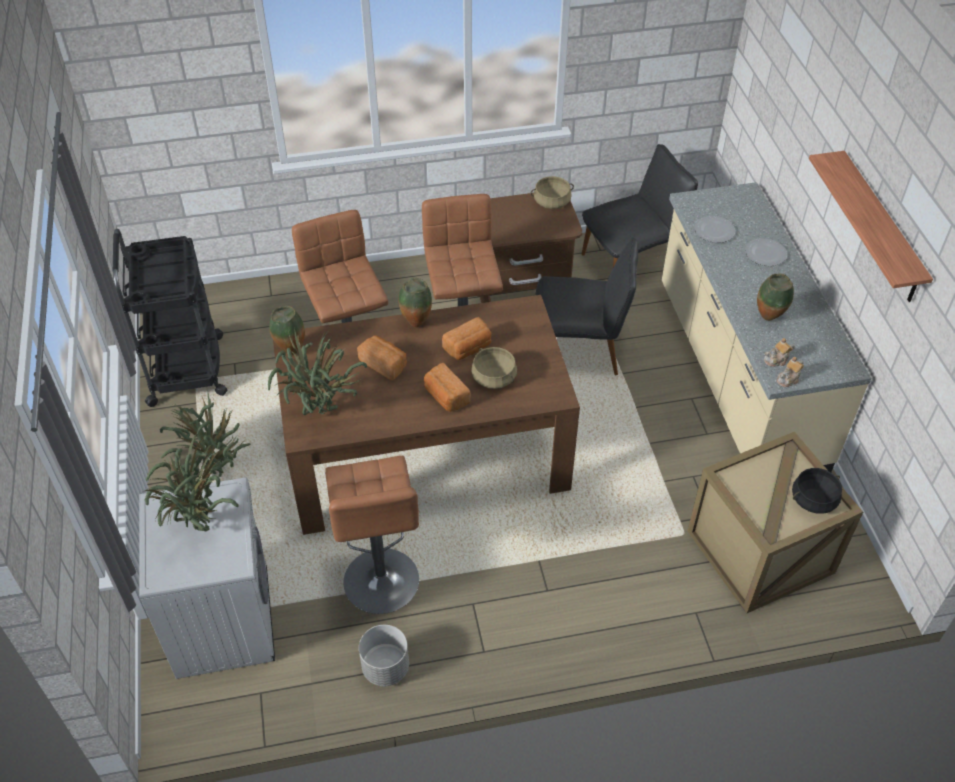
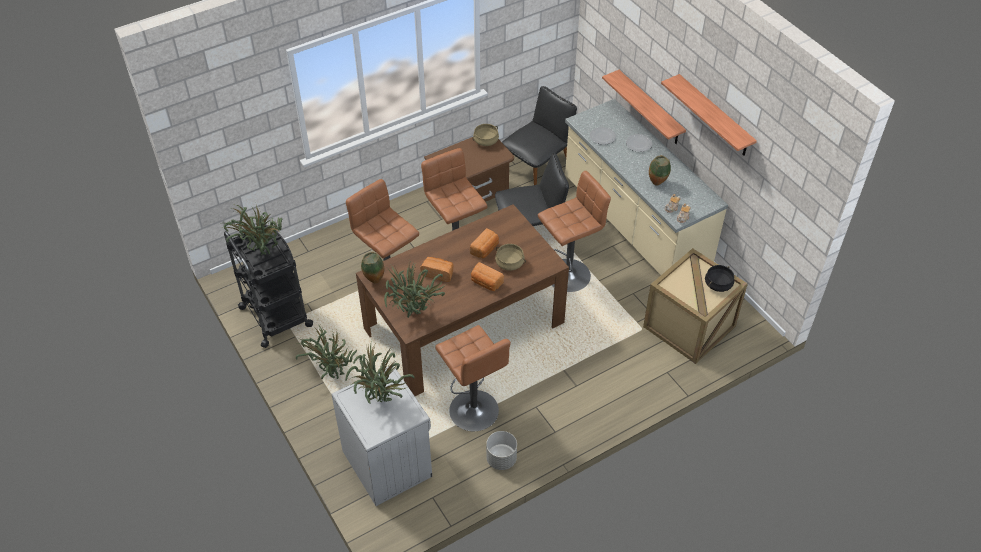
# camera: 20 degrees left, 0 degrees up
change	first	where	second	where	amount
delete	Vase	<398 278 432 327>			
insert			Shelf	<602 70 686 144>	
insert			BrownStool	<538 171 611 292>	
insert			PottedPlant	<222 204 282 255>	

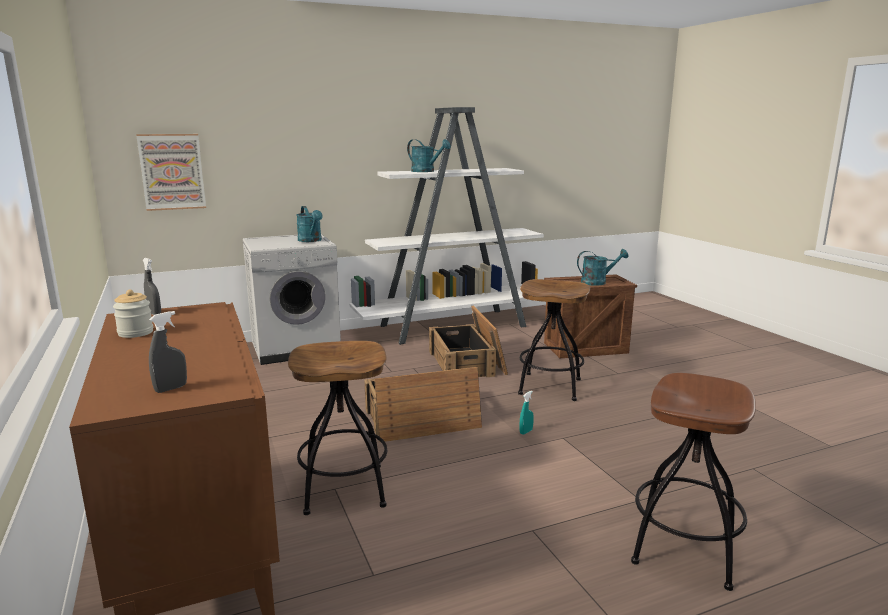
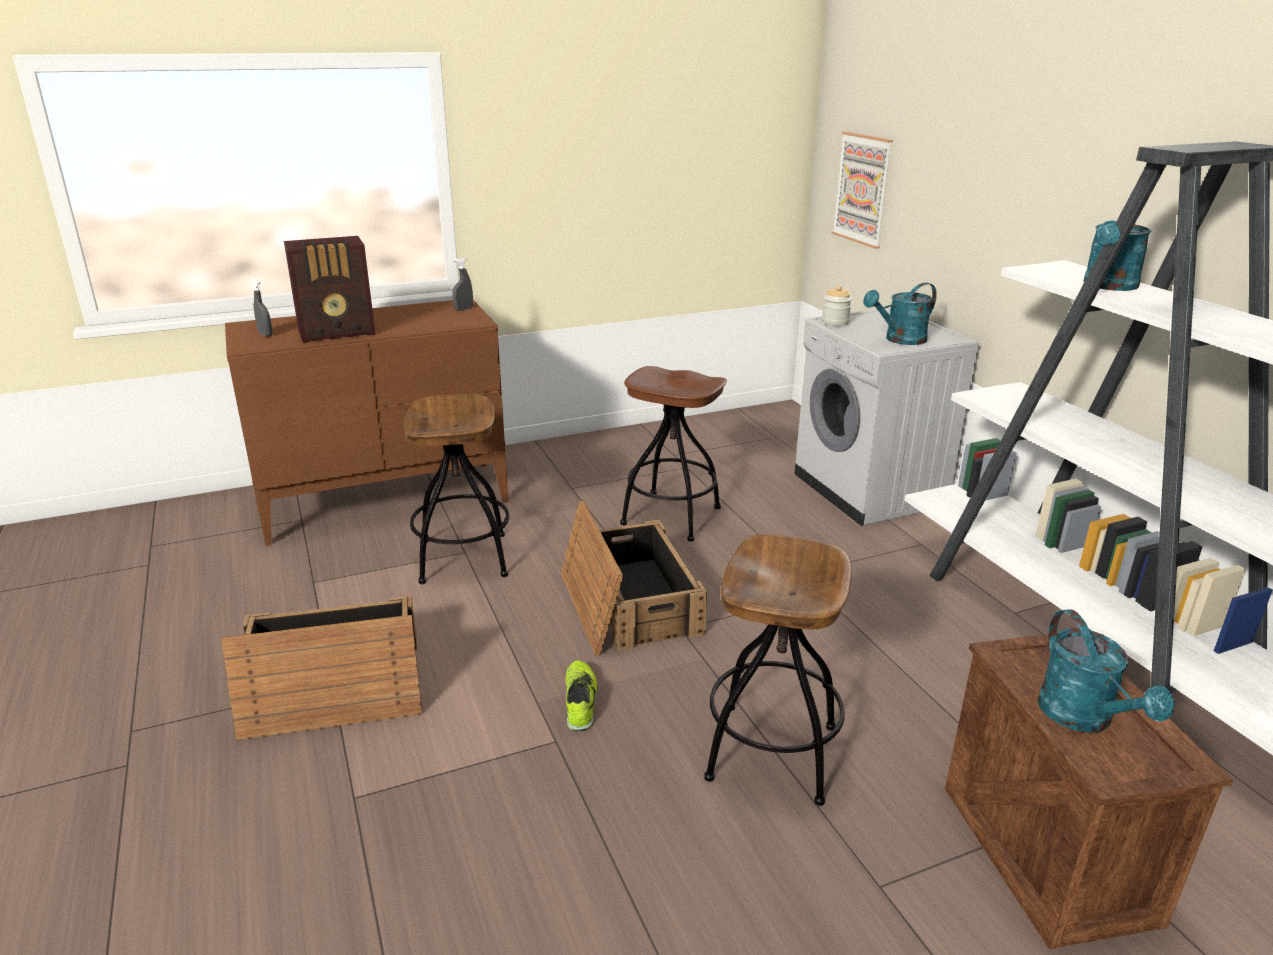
# camera: 90 degrees right, 10 degrees up
change	first	where	second	where	amount
move	Jar	<113 290 153 338>		<822 286 852 326>	
move	Crate	<429 305 508 377>		<221 596 422 740>	
move	BrownStool	<631 373 756 591>		<620 366 727 542>	
replace	TurquoiseSprayBottle	<520 391 534 435>	Shoe	<565 660 597 731>	
insert			Radio	<284 236 375 343>	

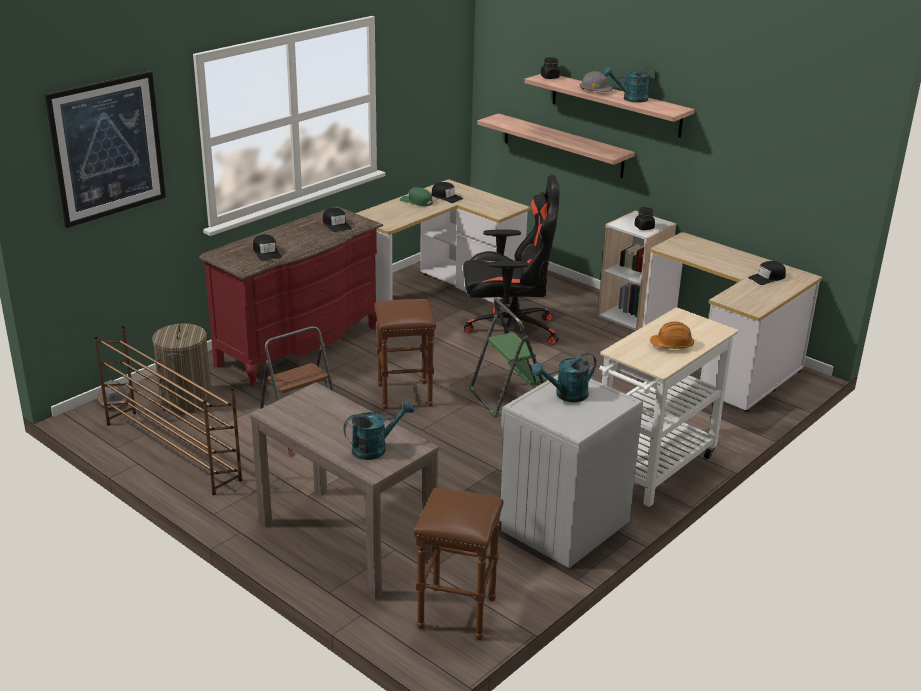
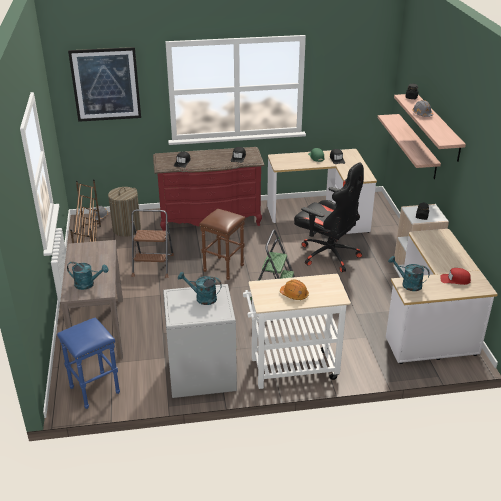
# camera: 40 degrees right, 5 degrees up
change	first	where	second	where	amount
move	TurquoiseWateringCan	<604 66 656 103>		<388 256 430 291>	
recolor	BlackCap	<748 261 786 285>	RedCap	<440 268 471 285>	
recolor	BrownStool	<414 488 503 640>	BlueStool	<57 318 120 409>	

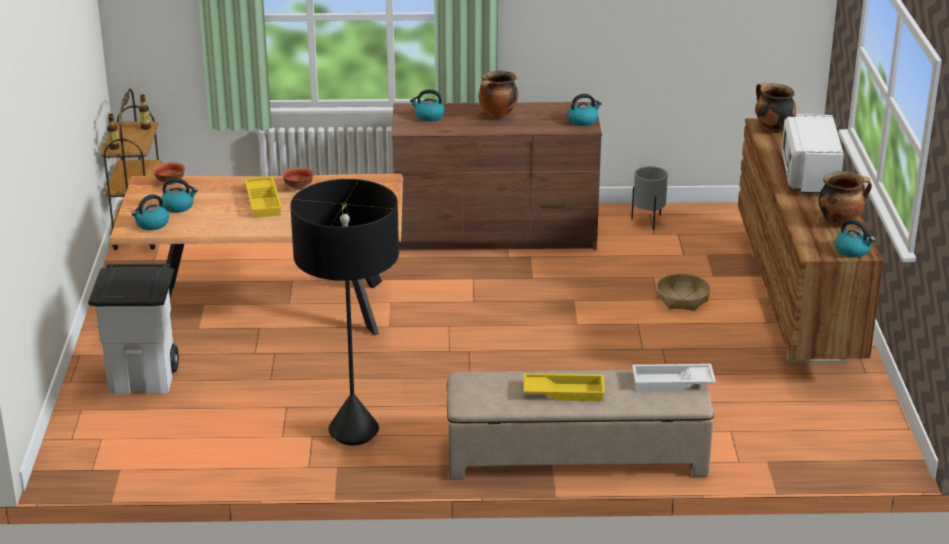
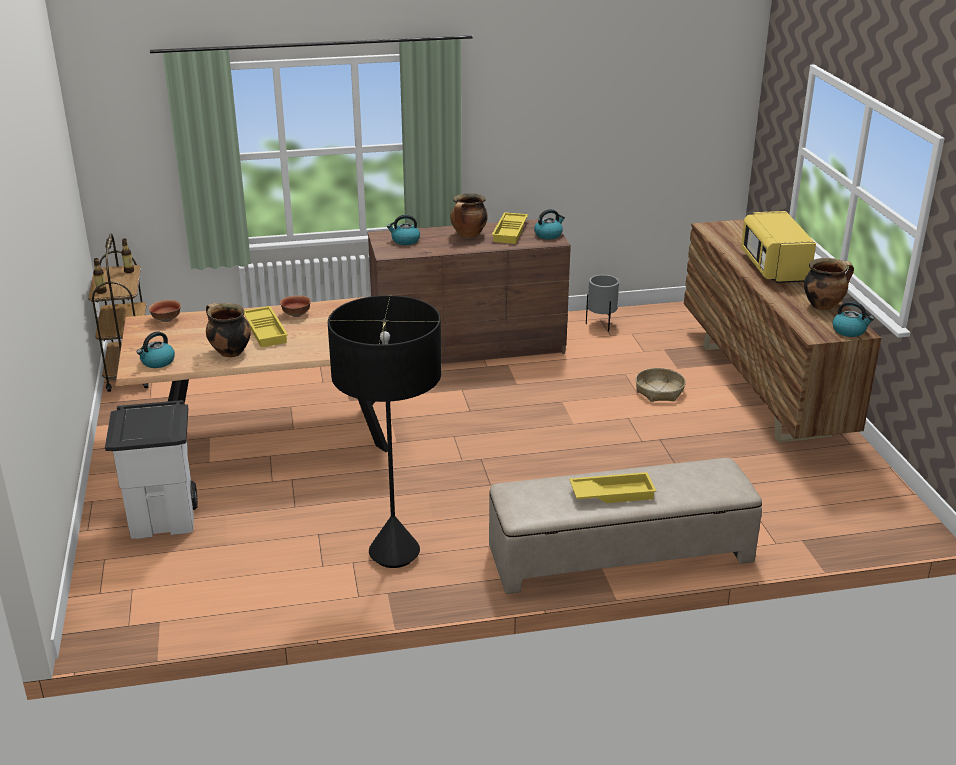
# camera: 10 degrees left, 0 degrees up
change	first	where	second	where	amount
move	CookingPot	<755 83 796 133>		<206 303 251 357>	
recolor	WhiteMicrowave	<781 114 844 194>	YellowMicrowave	<741 211 816 283>	
delete	Kettle	<161 178 198 213>			
delete	WhiteTray	<632 364 716 391>			
insert			YellowTray	<492 212 528 244>	

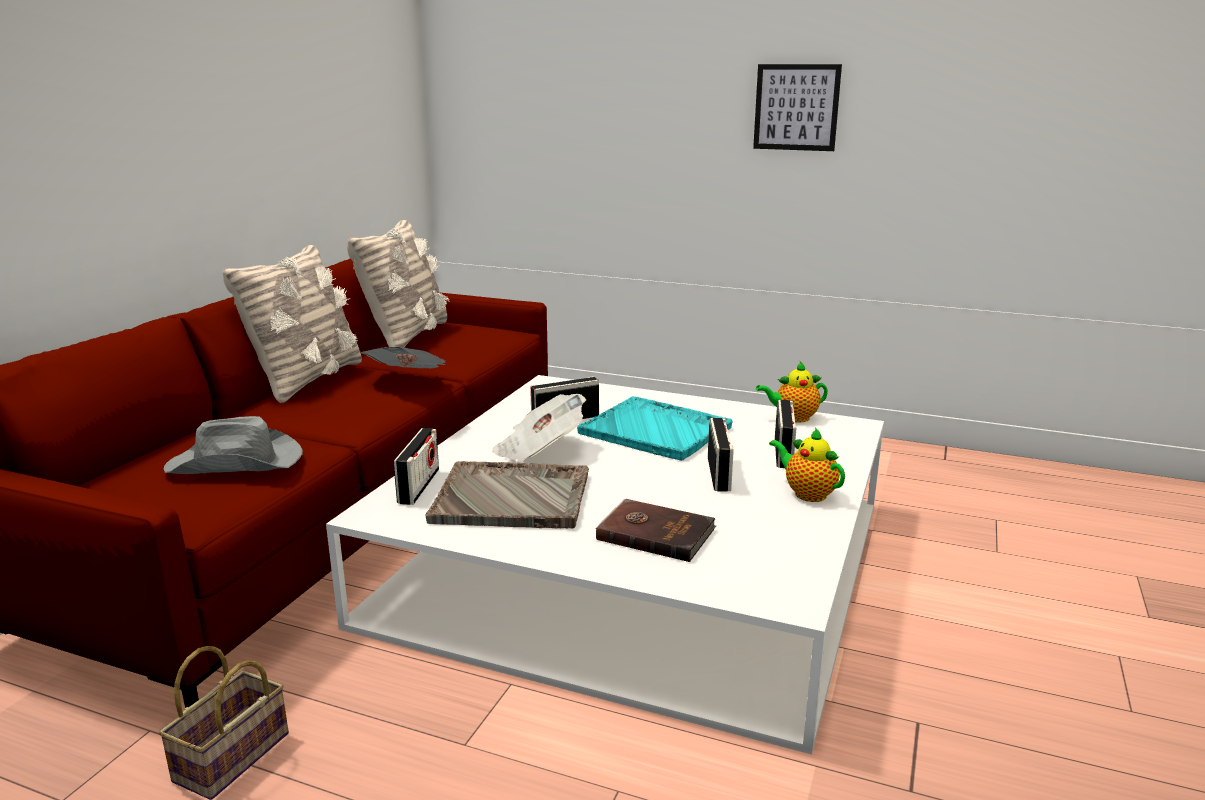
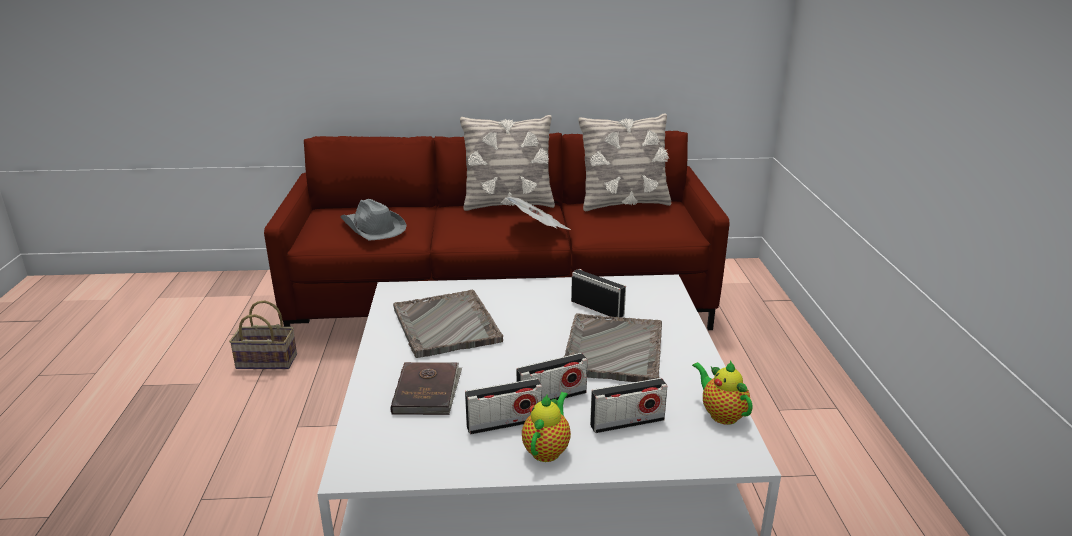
# camera: 65 degrees right, 5 degrees up
change	first	where	second	where	amount
delete	Picture	<753 64 842 151>			
delete	Newspaper	<492 394 586 463>			
recolor	TurquoiseTray	<577 396 732 461>	GreyTray	<564 313 662 382>	
move	Radio	<394 428 439 505>		<465 378 542 435>	

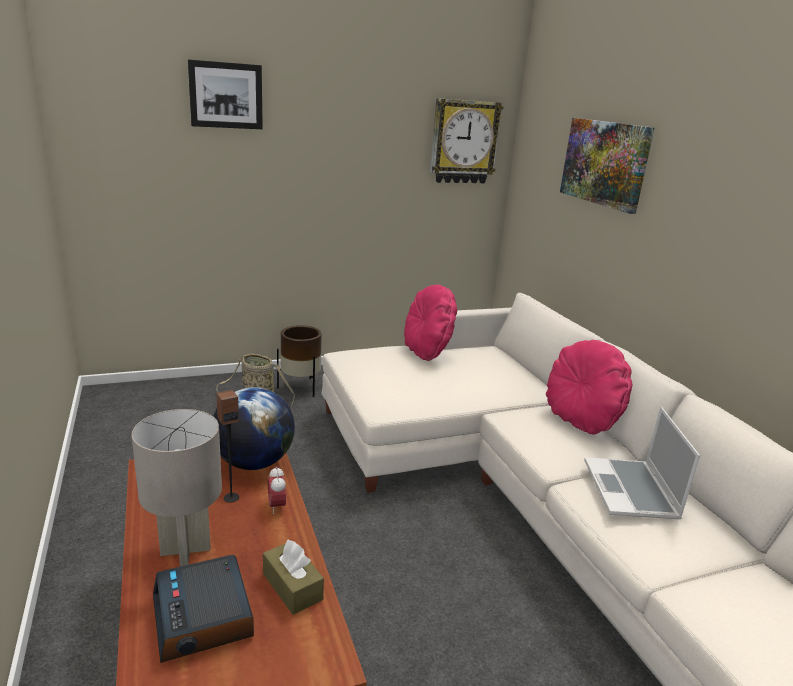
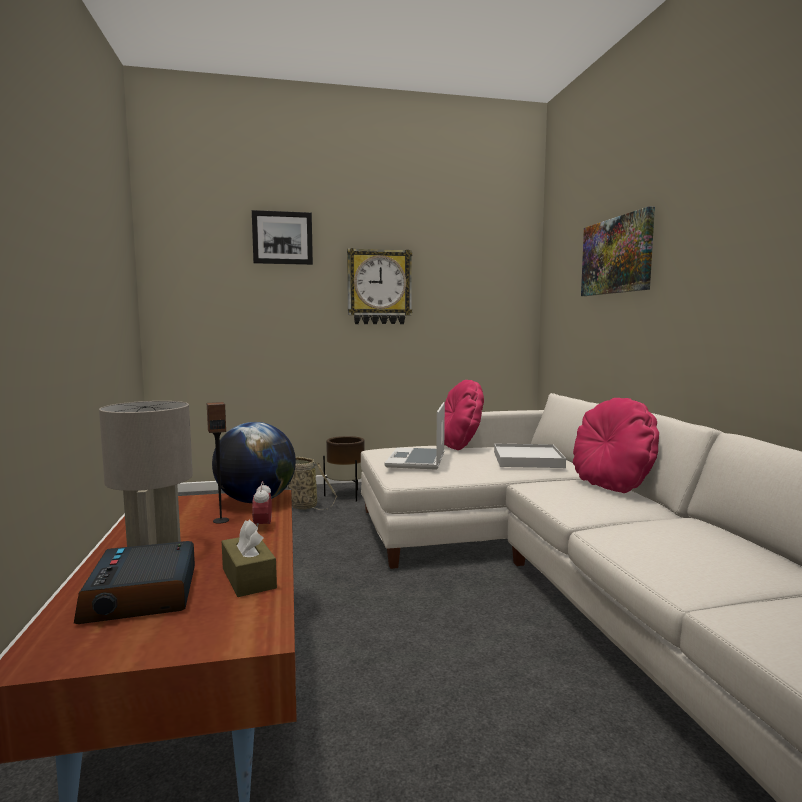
# camera: 10 degrees right, 15 degrees down
change	first	where	second	where	amount
move	WallClock	<430 98 503 183>		<347 248 412 324>	
move	Laptop	<584 407 700 519>		<385 402 445 470>	
insert			WhiteTray	<494 444 566 468>	

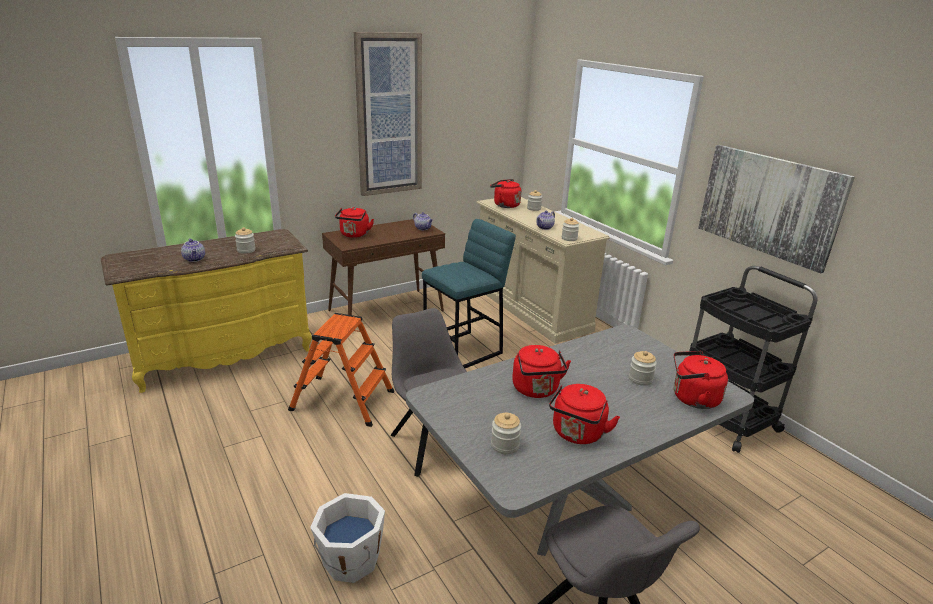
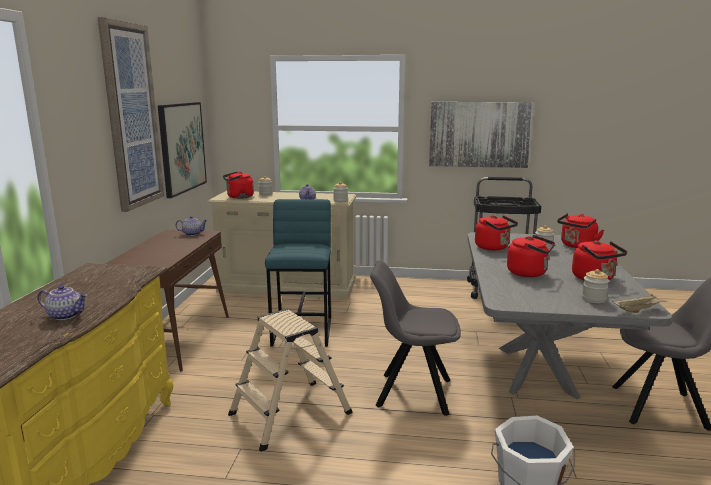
# camera: 50 degrees left, 10 degrees down
change	first	where	second	where	amount
move	RedKettle	<335 207 374 238>		<475 215 518 250>	
delete	Jar	<235 227 256 254>			
recolor	OrangeStepLadder	<288 313 394 427>	BeigeStepLadder	<228 309 353 452>	
insert			Picture	<158 102 207 198>	
insert			BeigeTray	<612 294 667 313>	

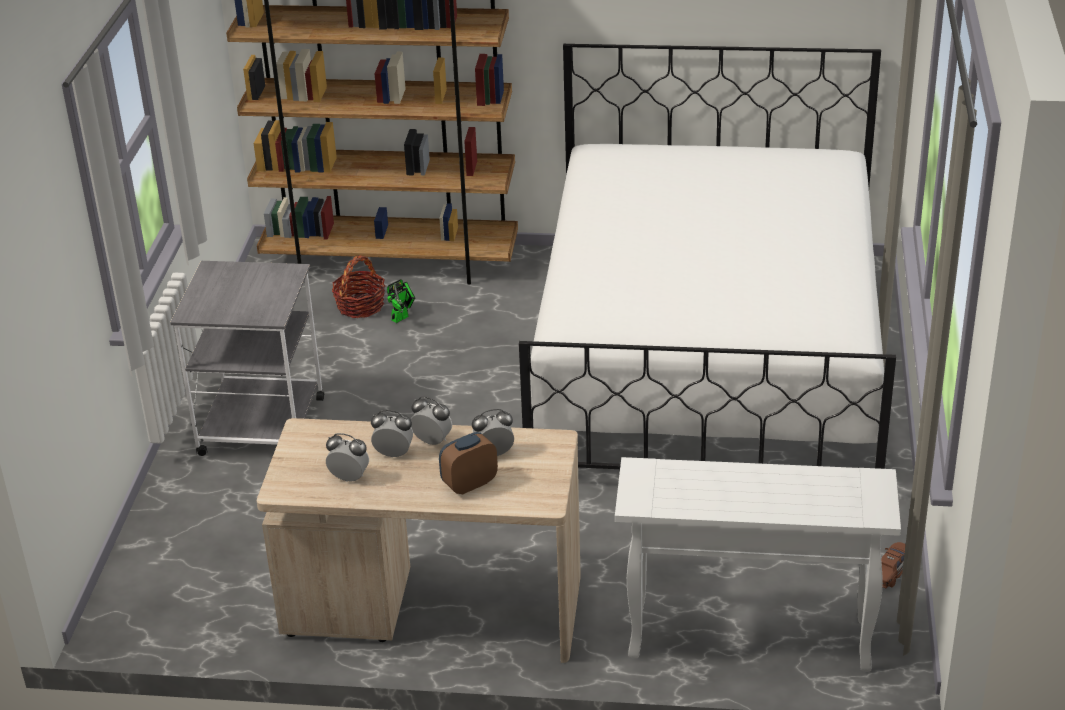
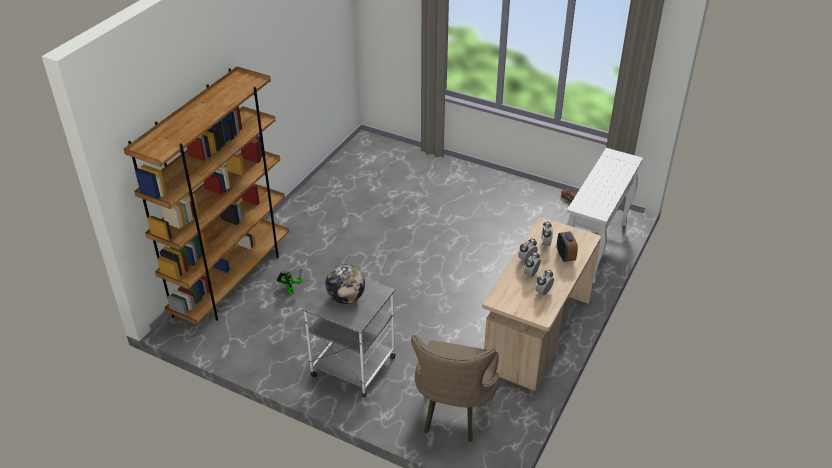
# camera: 70 degrees left, 5 degrees up
change	first	where	second	where	amount
delete	WhiteBed	<519 44 896 469>			
delete	Basket	<332 256 385 318>			
insert			Globe	<325 264 365 304>	
insert			BeigeChair	<411 335 499 442>	

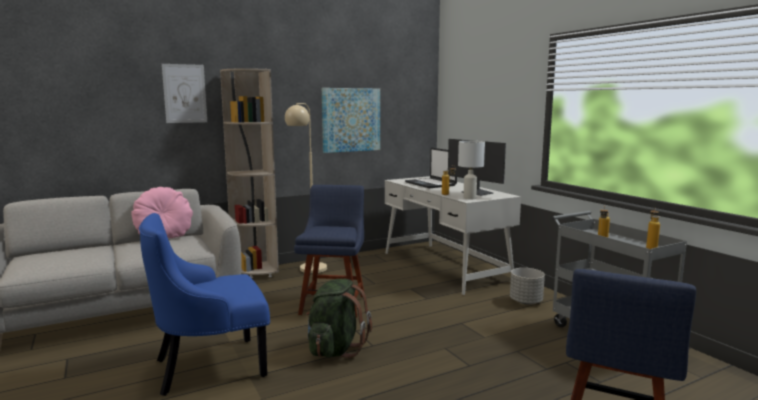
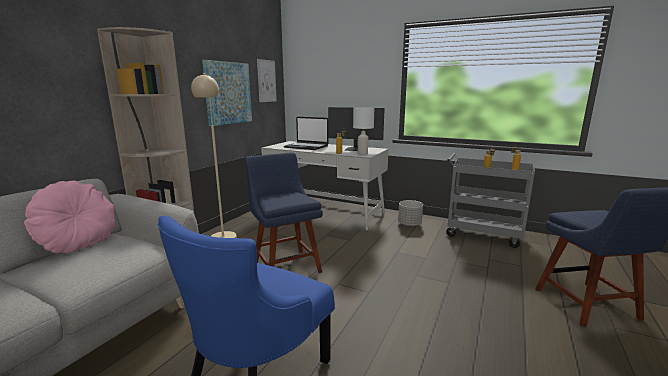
# camera: 35 degrees left, 5 degrees up
change	first	where	second	where	amount
move	Picture	<162 64 207 123>		<257 59 277 102>	
delete	GreenBackpack	<306 279 372 358>			

